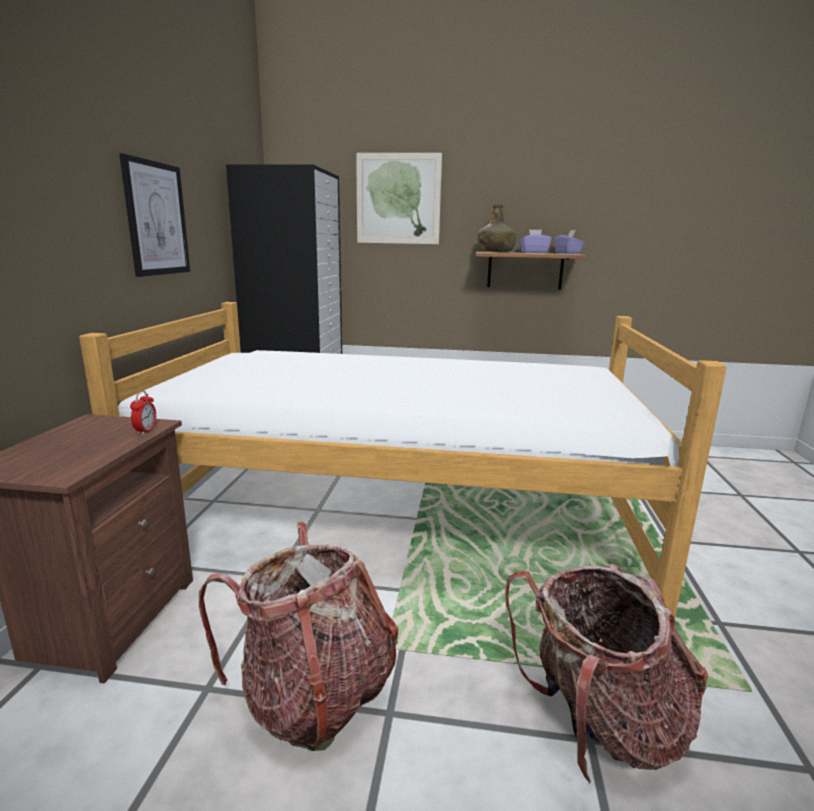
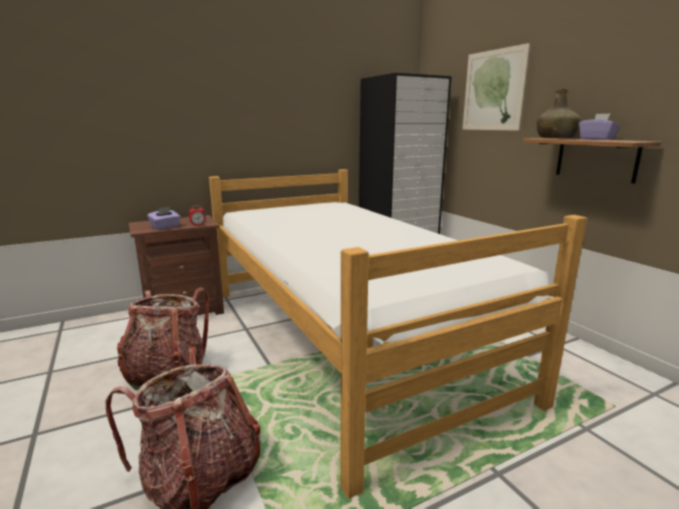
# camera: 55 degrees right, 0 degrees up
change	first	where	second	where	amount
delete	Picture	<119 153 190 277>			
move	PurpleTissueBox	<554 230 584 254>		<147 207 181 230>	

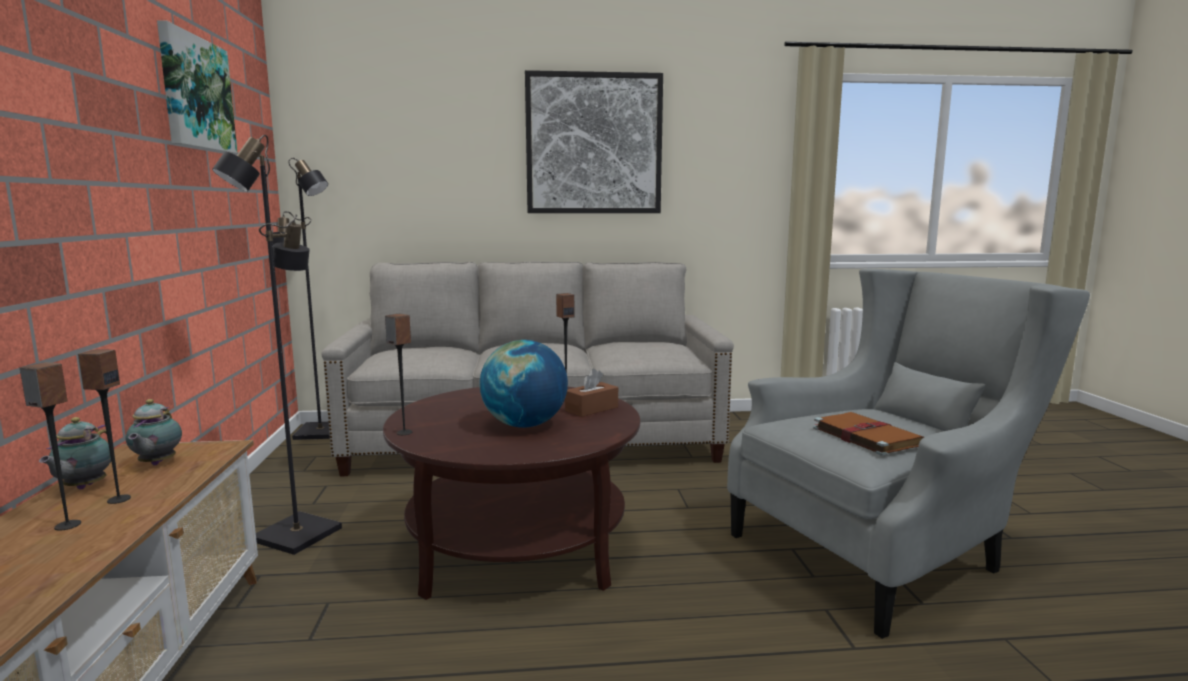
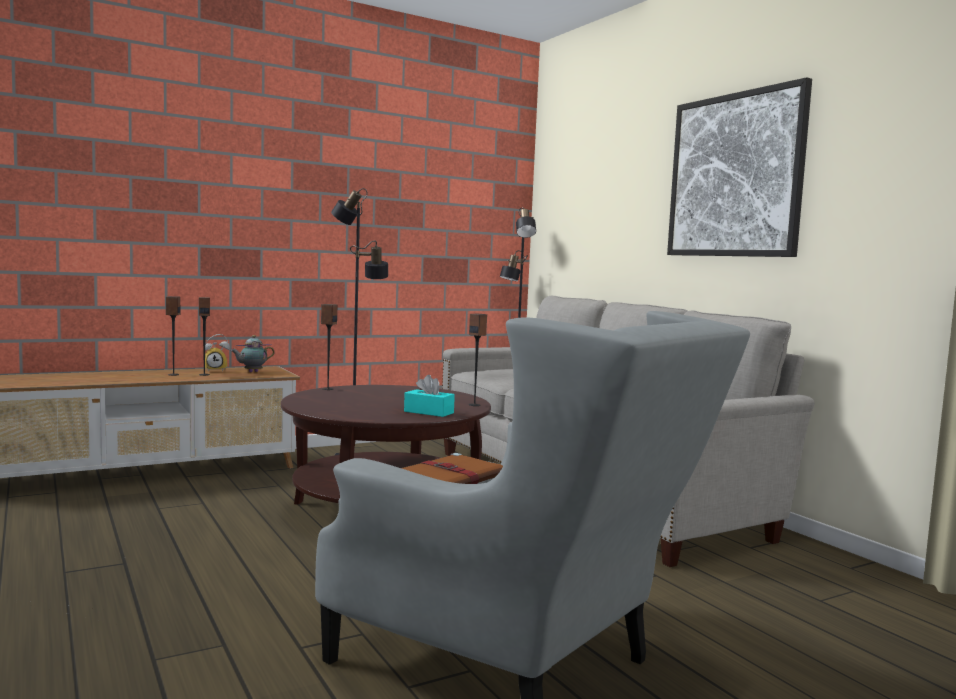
# camera: 65 degrees right, 5 degrees down
change	first	where	second	where	amount
delete	Picture	<157 20 237 153>			
delete	Globe	<480 340 568 428>			
recolor	BrownTissueBox	<565 369 618 417>	TurquoiseTissueBox	<404 375 455 417>	
replace	Teapot	<39 417 111 489>	AlarmClock	<205 334 230 372>	

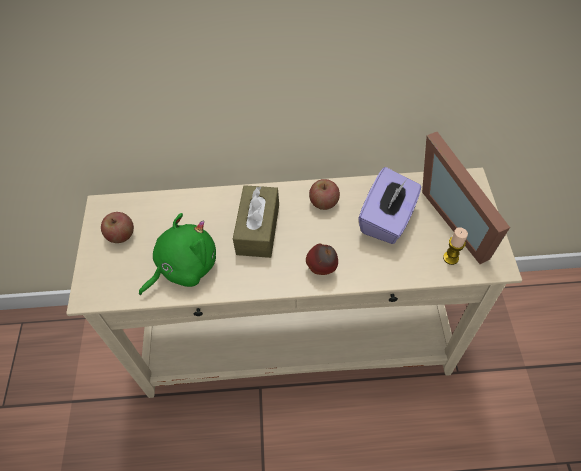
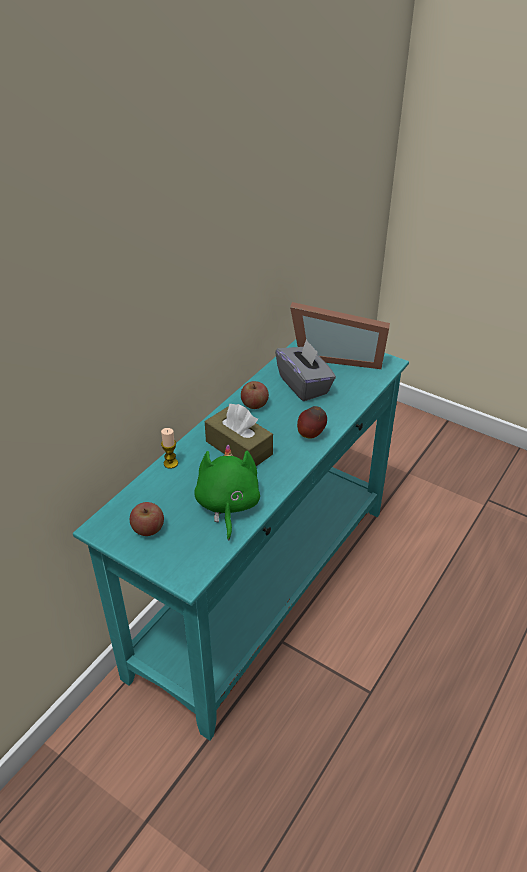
# camera: 55 degrees left, 15 degrees down
change	first	where	second	where	amount
recolor	BeigeConsoleTable	<66 167 522 398>	TurquoiseConsoleTable	<73 339 409 741>	
recolor	PurpleTissueBox	<358 167 421 244>	GreyTissueBox	<275 339 336 401>	
move	Candle	<443 227 468 265>		<161 428 178 469>	

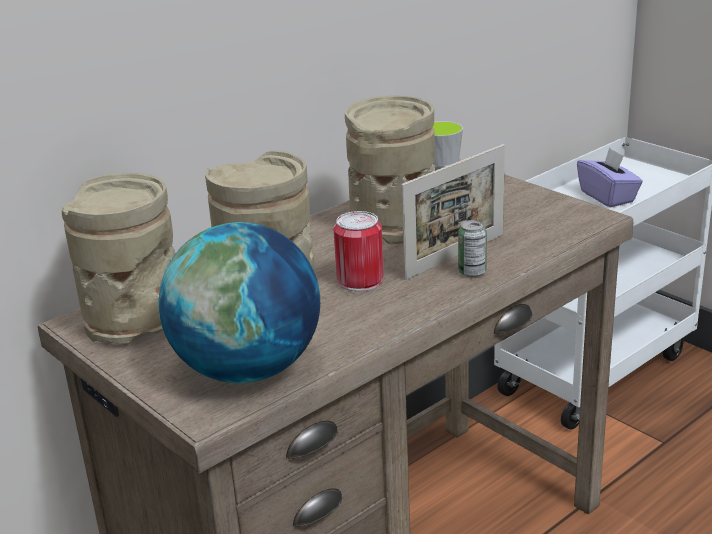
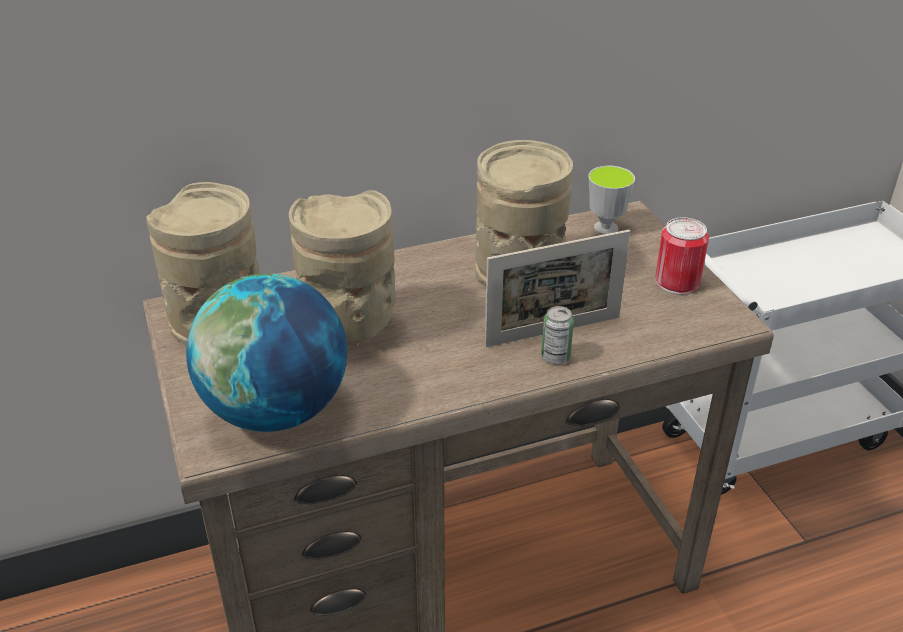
# camera: 20 degrees right, 10 degrees up
change	first	where	second	where	amount
delete	PurpleTissueBox	<577 147 643 208>			
move	Can	<333 211 384 291>		<655 217 709 295>	

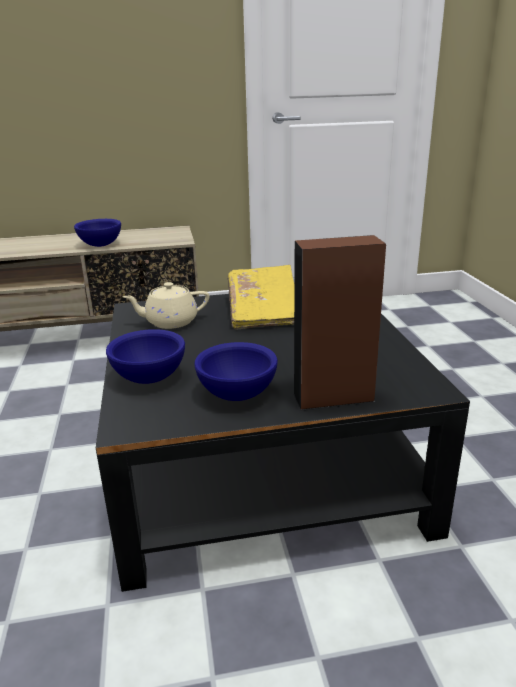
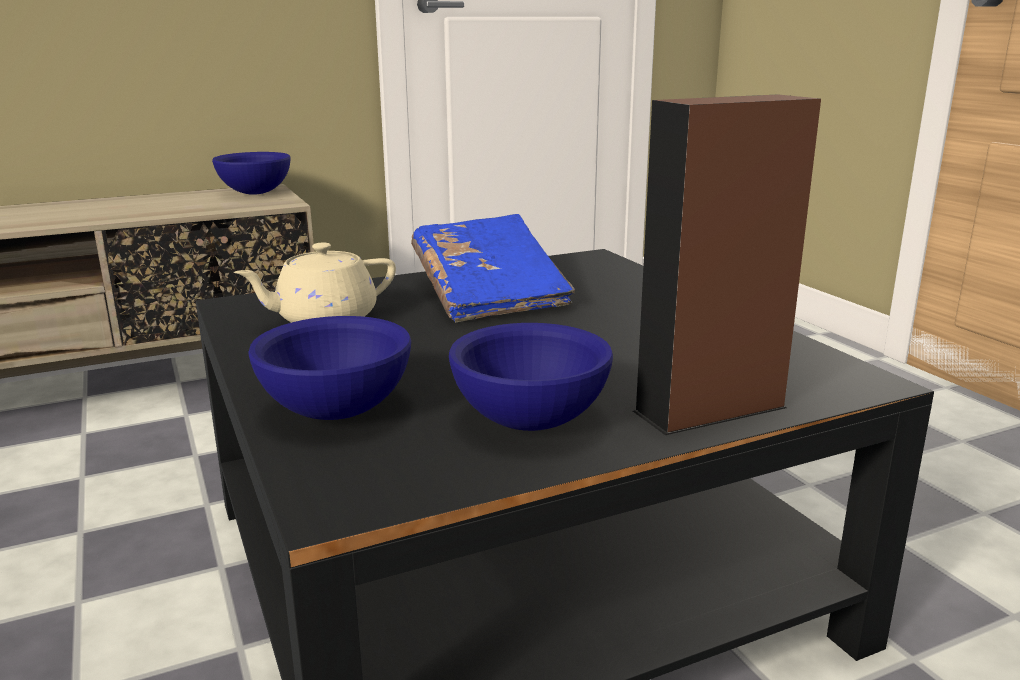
# camera: 15 degrees left, 5 degrees down
change	first	where	second	where	amount
move	BlueBowl	<74 219 121 247>		<212 152 291 195>	
recolor	YellowBook	<228 265 294 330>	BlueBook	<411 214 575 323>	

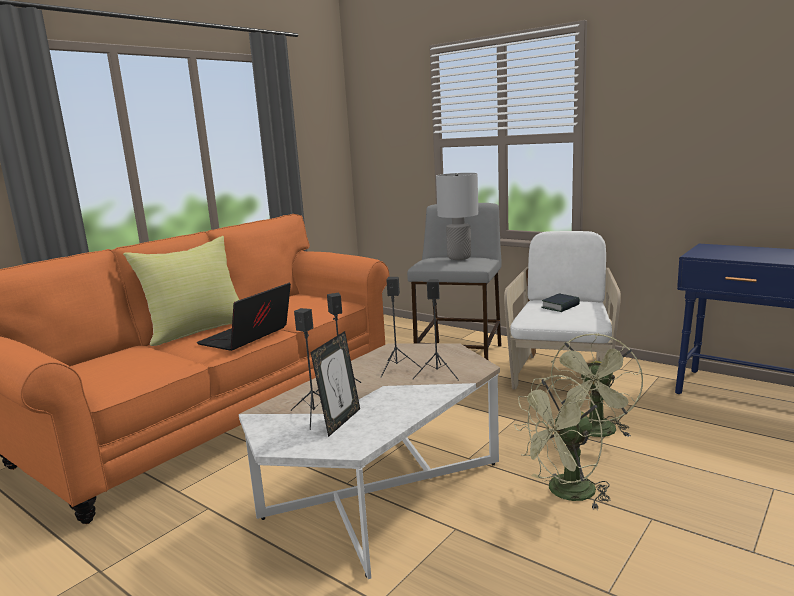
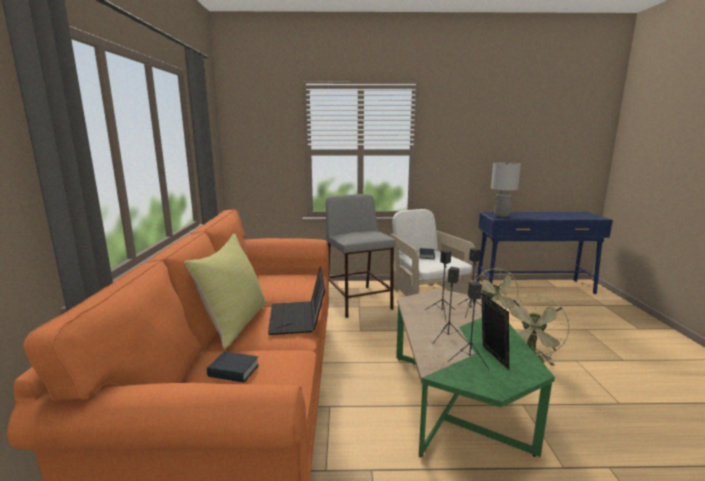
# camera: 40 degrees left, 0 degrees up
change	first	where	second	where	amount
move	GreyTableLamp	<436 173 478 260>		<491 162 521 217>	
recolor	WhiteCoffeeTable	<239 343 500 579>	GreenCoffeeTable	<396 289 555 458>	
insert			Book	<207 352 259 383>	

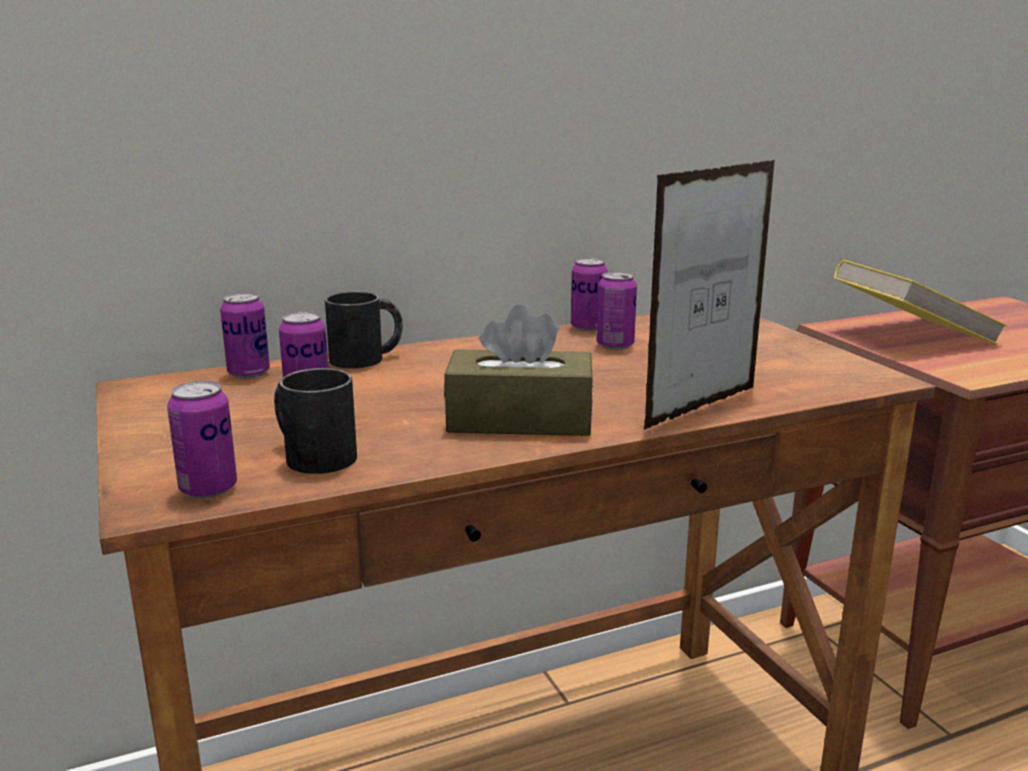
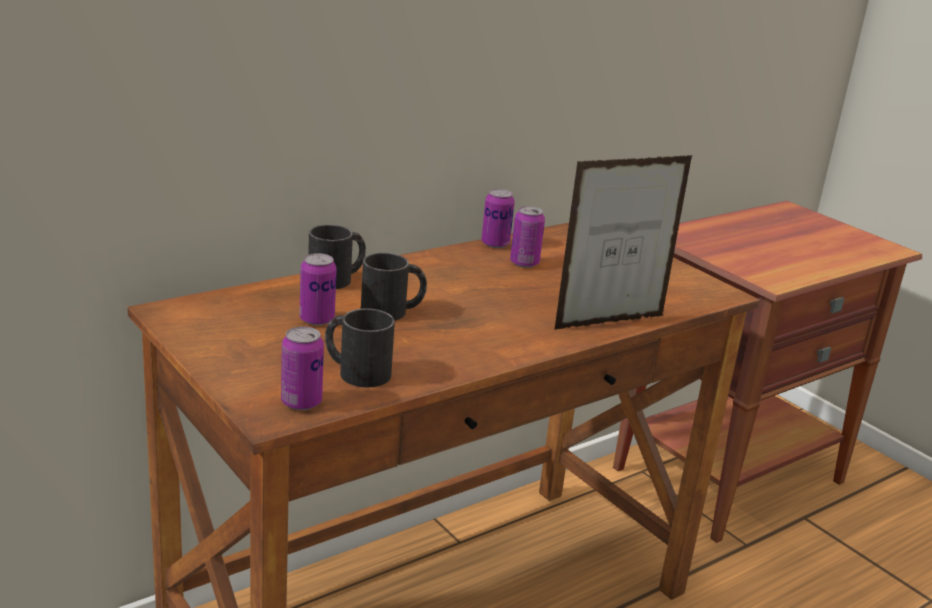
# camera: 15 degrees left, 5 degrees up
change	first	where	second	where	amount
rotate	PictureFrame	<644 160 775 430>		<554 155 693 330>	150 degrees counterclockwise
delete	YellowBook	<834 260 1007 345>			
delete	Can	<220 293 270 378>			
delete	BrownTissueBox	<444 305 594 436>			
insert			BlackMug	<361 253 427 321>	

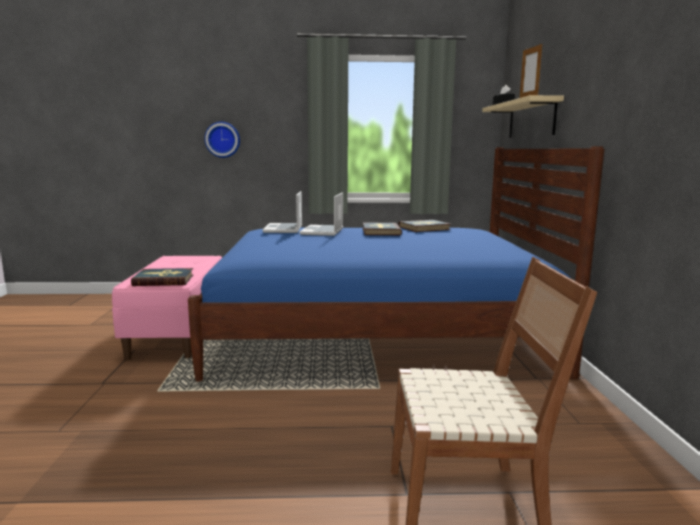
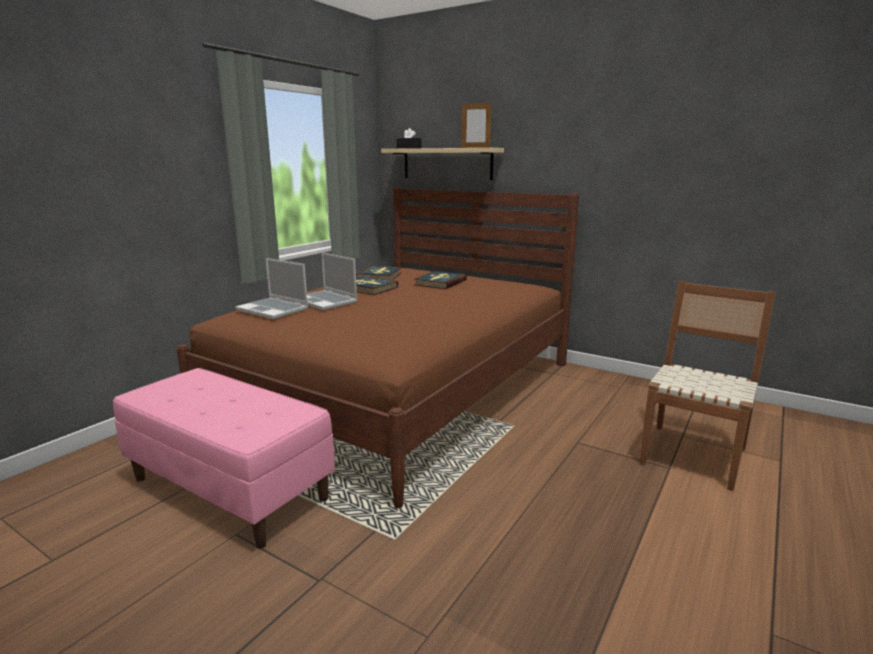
# camera: 55 degrees left, 5 degrees up
change	first	where	second	where	amount
delete	WallClock	<204 122 240 158>			
recolor	BlueBed	<188 146 604 382>	BrownBed	<176 187 579 508>	
move	Book	<131 268 194 286>		<414 271 467 289>	

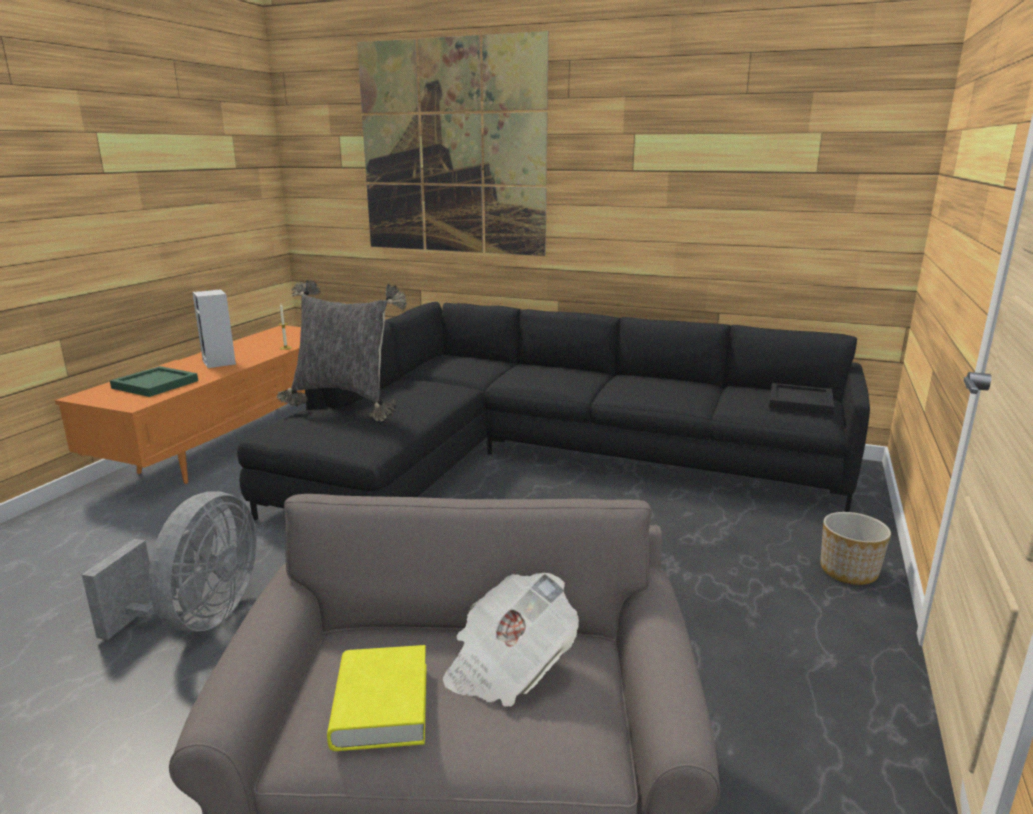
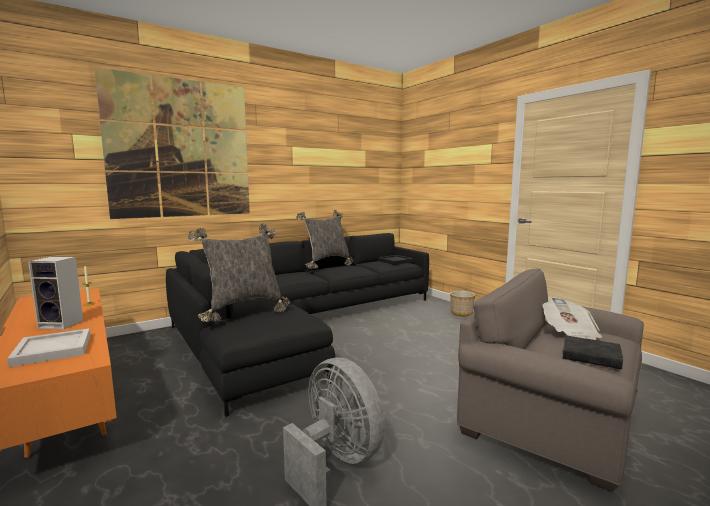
# camera: 55 degrees left, 10 degrees down
change	first	where	second	where	amount
recolor	GreenTray	<110 366 198 397>	WhiteTray	<7 328 90 367>	
recolor	YellowBook	<327 645 427 751>	BlackBook	<563 335 623 369>	
insert			Pillow	<296 210 355 269>	

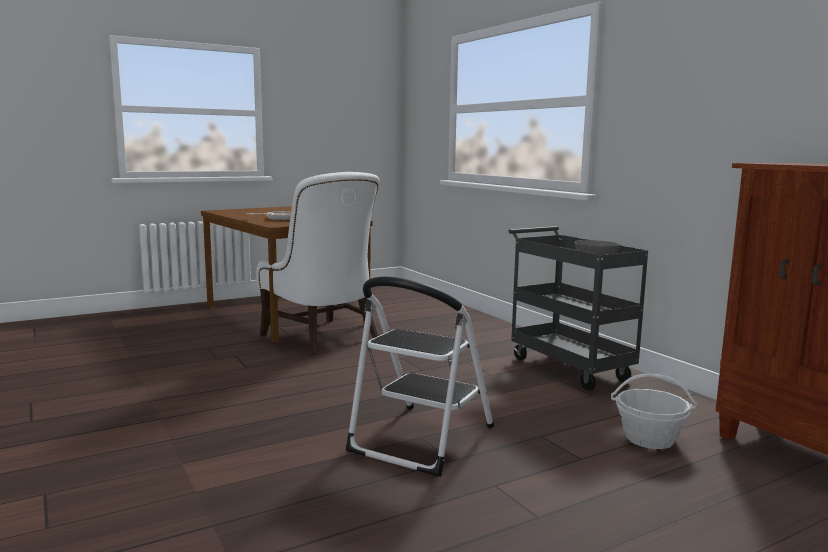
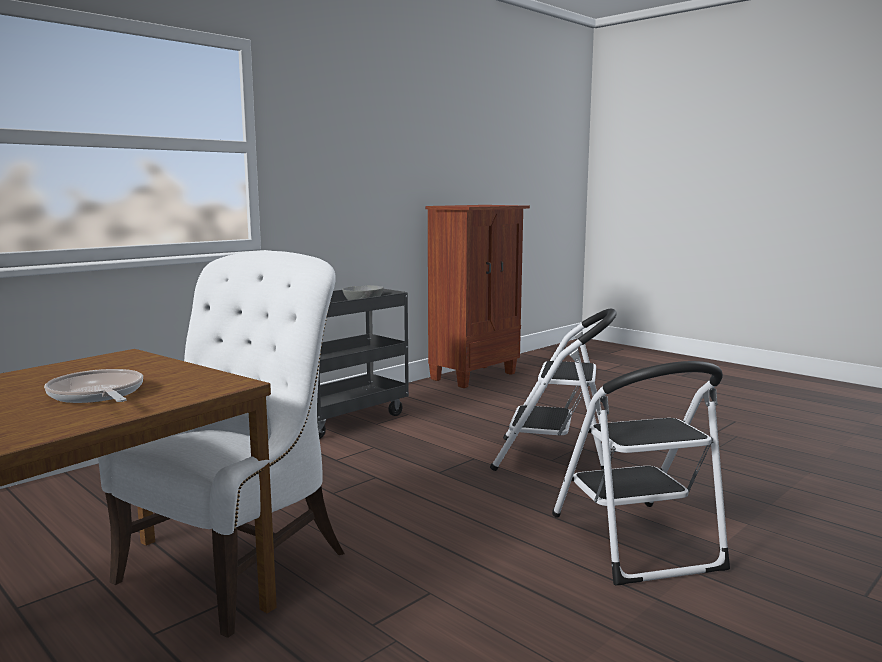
# camera: 105 degrees left, 0 degrees up
change	first	where	second	where	amount
delete	Basket	<611 374 697 449>			
insert			StepLadder	<552 361 730 585>	

